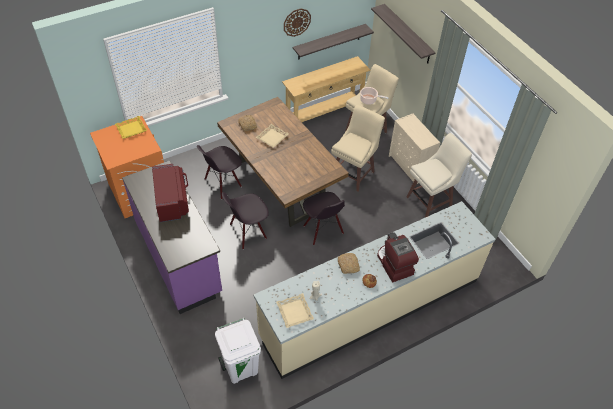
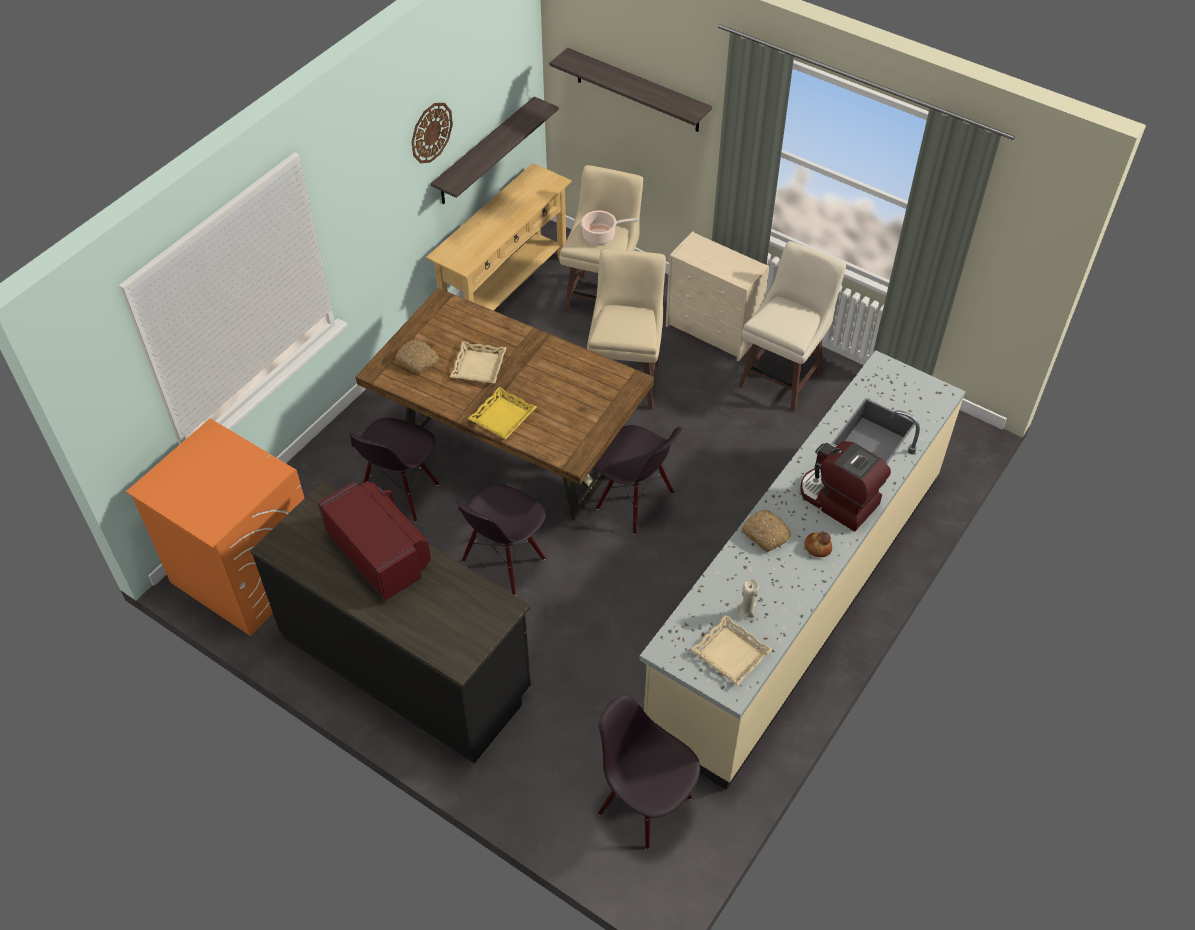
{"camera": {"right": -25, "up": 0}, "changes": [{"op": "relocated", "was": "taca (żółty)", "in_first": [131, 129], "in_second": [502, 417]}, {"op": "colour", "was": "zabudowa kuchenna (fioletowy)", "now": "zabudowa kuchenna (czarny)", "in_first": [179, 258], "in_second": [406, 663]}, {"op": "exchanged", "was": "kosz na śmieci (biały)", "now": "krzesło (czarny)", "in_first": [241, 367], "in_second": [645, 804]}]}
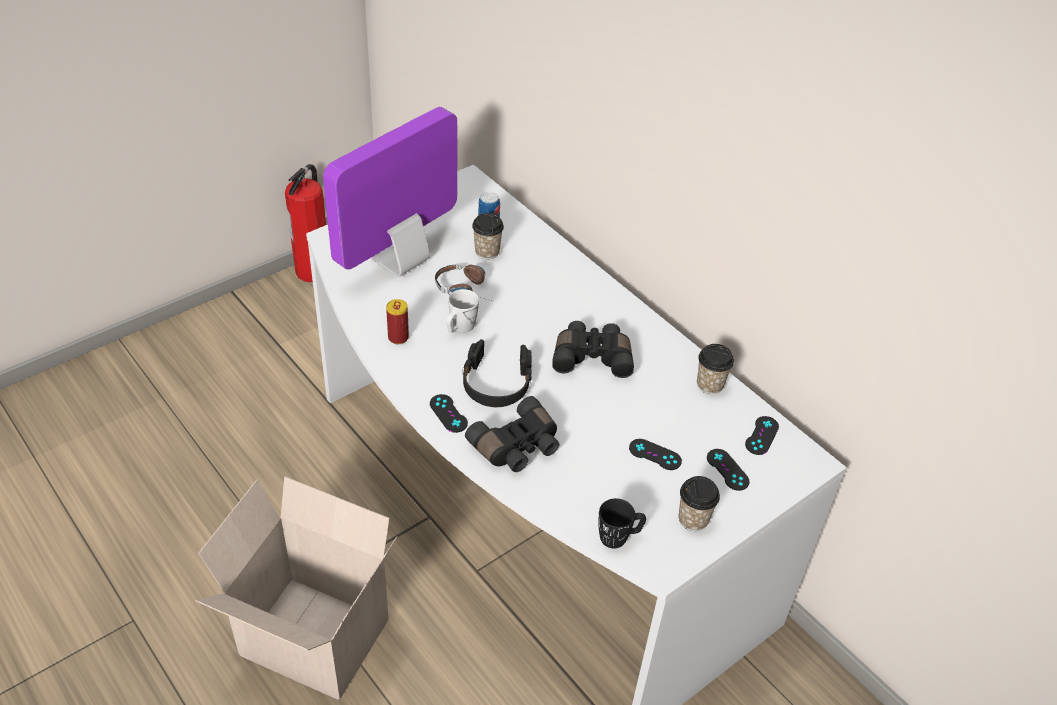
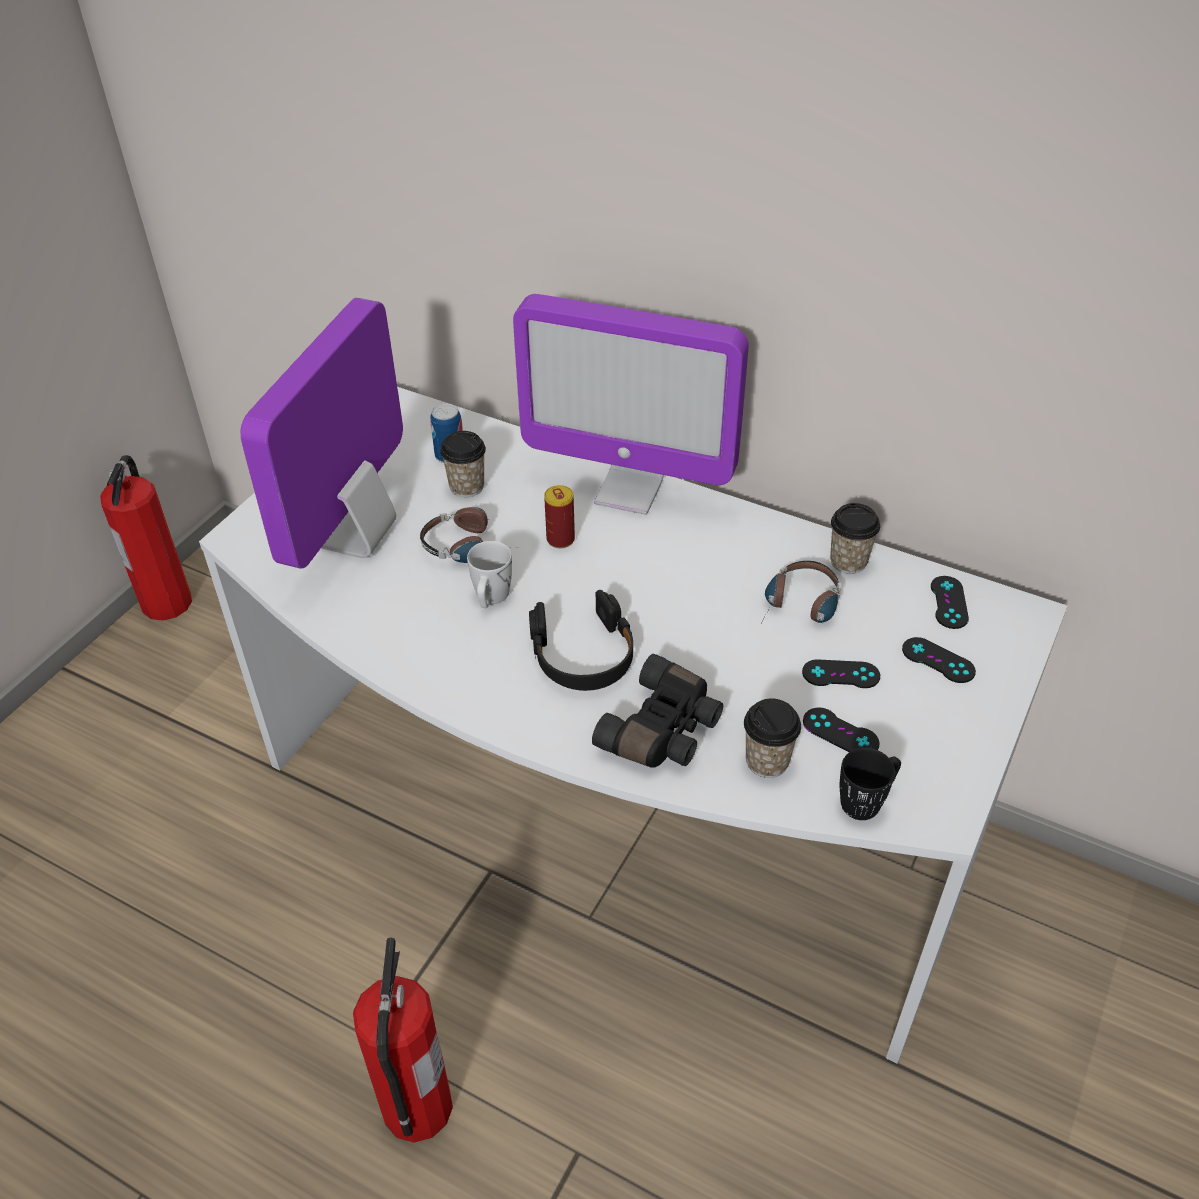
{"camera": {"right": -20, "up": 0}, "changes": [{"op": "exchanged", "was": "karton", "now": "gaśnica", "in_first": [310, 640], "in_second": [417, 1108]}, {"op": "relocated", "was": "puszka", "in_first": [398, 337], "in_second": [560, 539]}, {"op": "relocated", "was": "pad do gier (czarny)", "in_first": [448, 413], "in_second": [840, 732]}, {"op": "missing", "was": "lornetka (czarny)", "in_first": [592, 357]}, {"op": "relocated", "was": "filiżanka", "in_first": [693, 519], "in_second": [767, 761]}, {"op": "appeared", "now": "monitor", "in_second": [629, 491]}, {"op": "appeared", "now": "słuchawki", "in_second": [800, 608]}]}
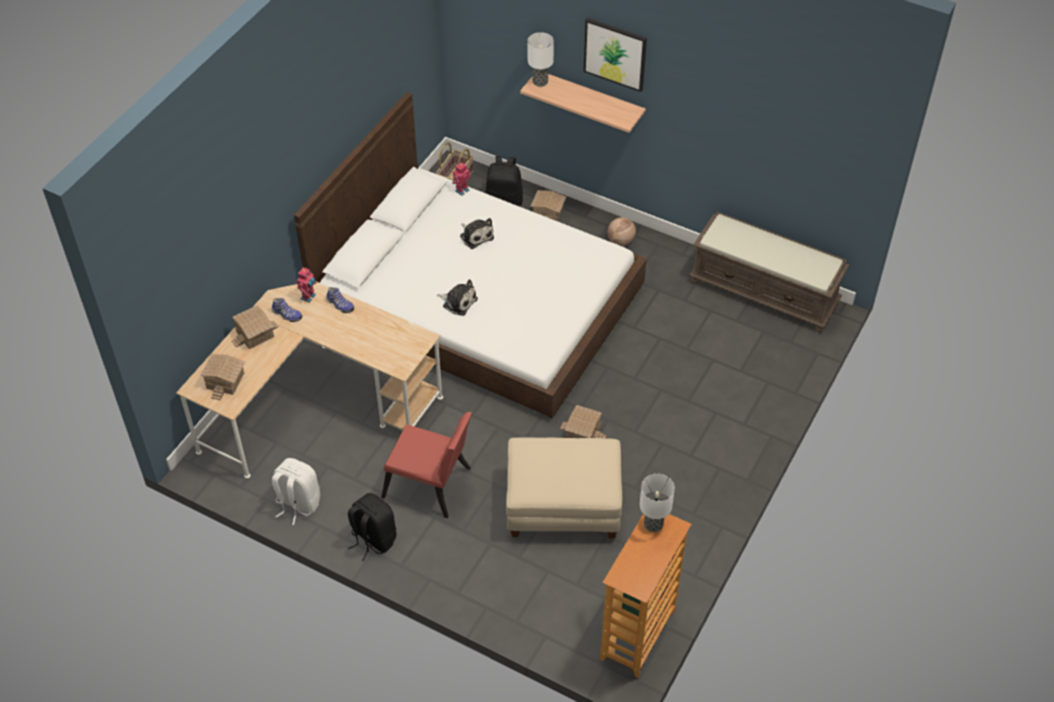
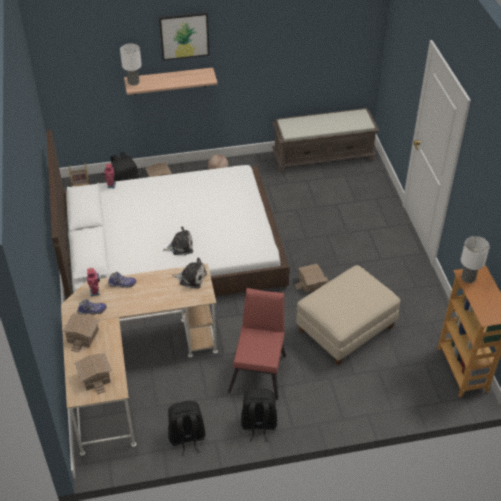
{"camera": {"right": -40, "up": -5}, "changes": [{"op": "colour", "was": "plecak (biały)", "now": "plecak (czarny)", "in_first": [297, 503], "in_second": [187, 438]}, {"op": "spun", "was": "krzesło (czerwony)", "in_first": [431, 486], "in_second": [259, 369], "clockwise": -60}, {"op": "relocated", "was": "pluszak", "in_first": [476, 236], "in_second": [191, 278]}]}
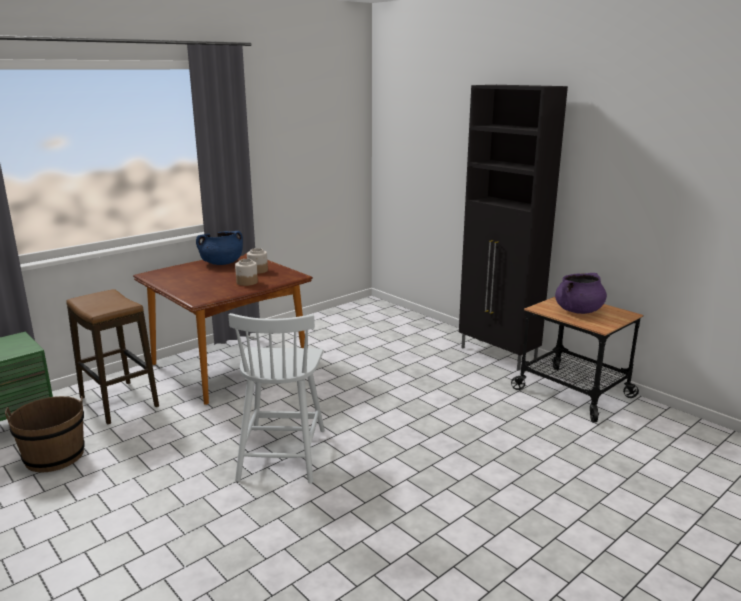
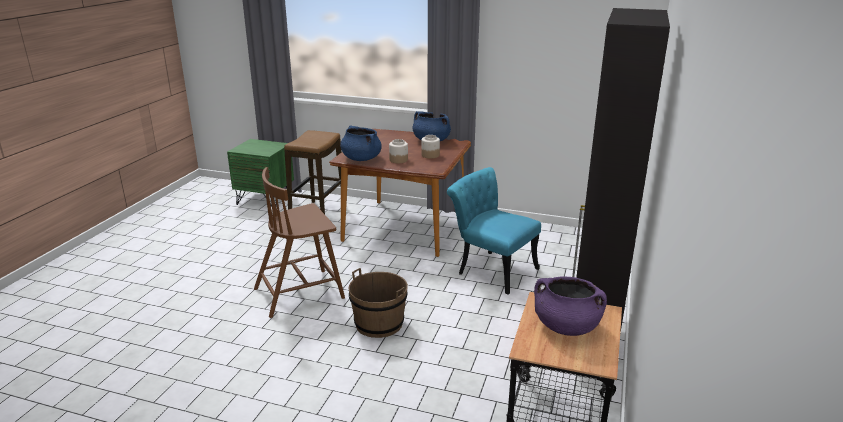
{"camera": {"right": 60, "up": 5}, "changes": [{"op": "relocated", "was": "wiadro (brązowy)", "in_first": [54, 456], "in_second": [379, 323]}, {"op": "colour", "was": "krzesło (biały)", "now": "krzesło (brązowy)", "in_first": [282, 453], "in_second": [300, 292]}, {"op": "appeared", "now": "garnek (niebieski)", "in_second": [361, 158]}, {"op": "appeared", "now": "krzesło (turkusowy)", "in_second": [490, 269]}]}
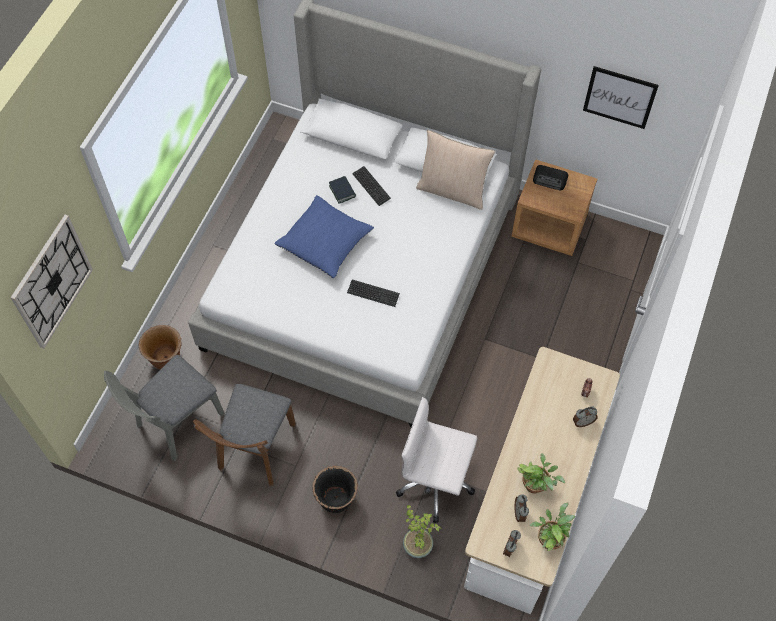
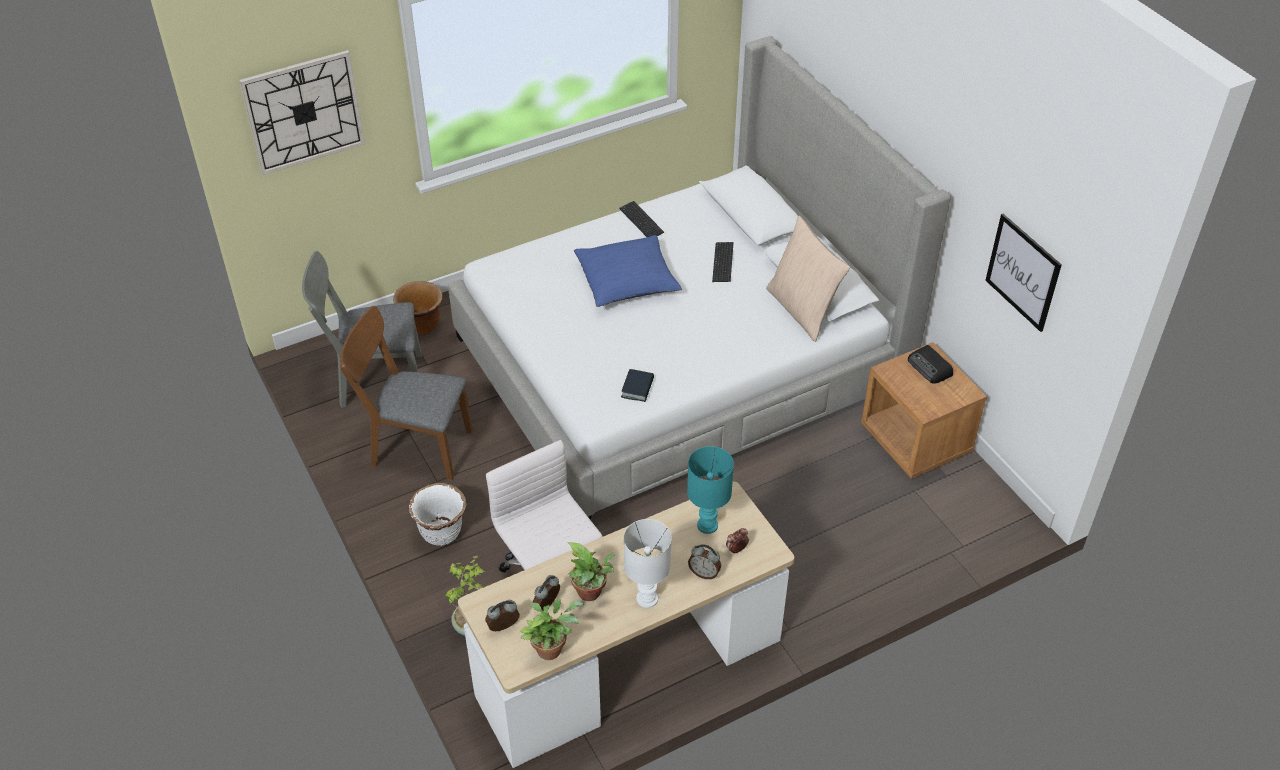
{"camera": {"right": 40, "up": -15}, "changes": [{"op": "spun", "was": "krzesło (brązowy)", "in_first": [255, 452], "in_second": [414, 446], "clockwise": 45}, {"op": "colour", "was": "donica (czarny)", "now": "donica (biały)", "in_first": [336, 499], "in_second": [441, 533]}, {"op": "relocated", "was": "książka", "in_first": [342, 191], "in_second": [637, 388]}, {"op": "relocated", "was": "klawiatura", "in_first": [373, 293], "in_second": [641, 221]}, {"op": "appeared", "now": "lampa stołowa (biały)", "in_second": [646, 599]}, {"op": "appeared", "now": "lampa stołowa (turkusowy)", "in_second": [708, 526]}]}
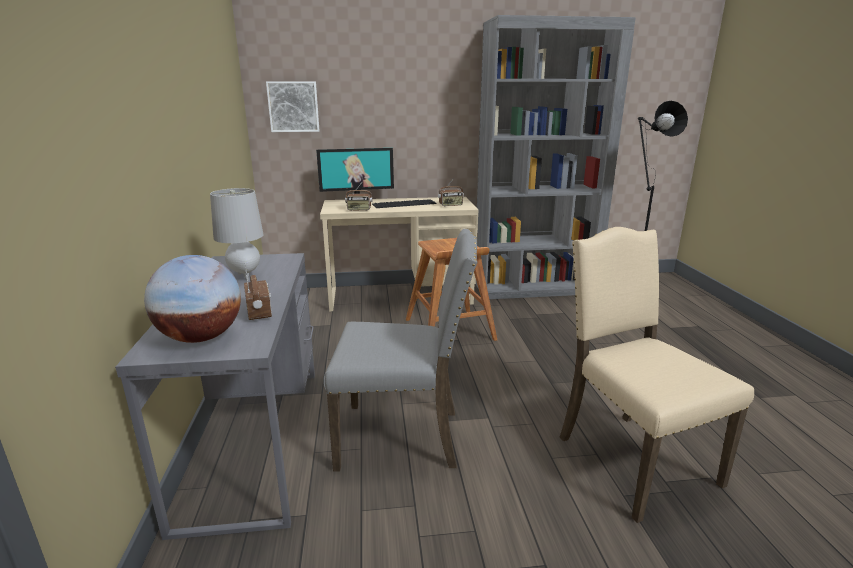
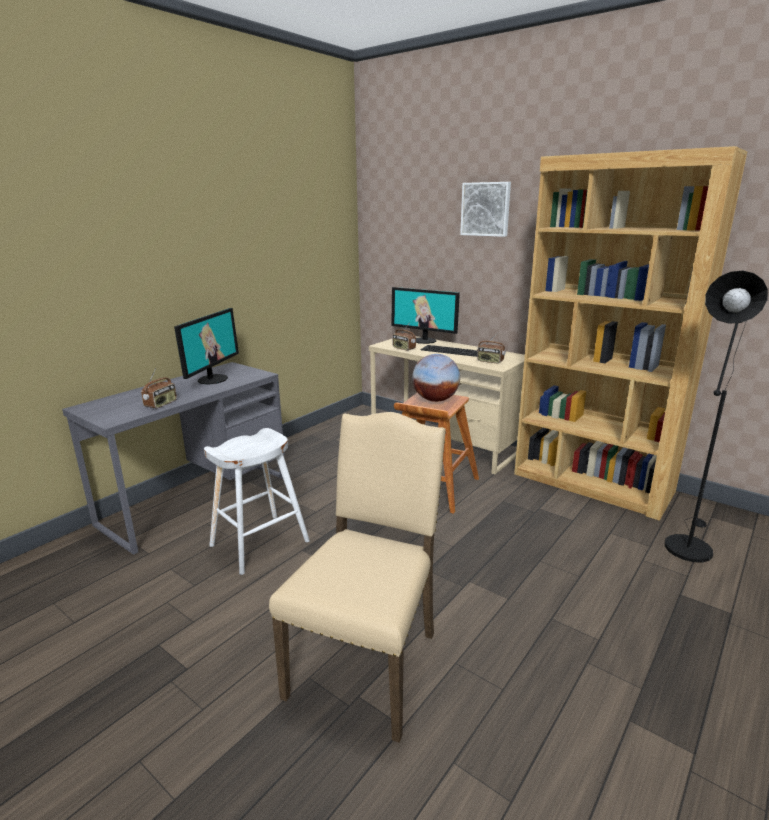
{"camera": {"right": 45, "up": 0}, "changes": [{"op": "relocated", "was": "globus", "in_first": [201, 337], "in_second": [435, 400]}, {"op": "exchanged", "was": "lampa stołowa (szary)", "now": "monitor", "in_first": [244, 275], "in_second": [212, 379]}, {"op": "relocated", "was": "obraz", "in_first": [293, 107], "in_second": [486, 209]}, {"op": "exchanged", "was": "krzesło (szary)", "now": "stołek (biały)", "in_first": [403, 436], "in_second": [260, 543]}, {"op": "colour", "was": "regał (szary)", "now": "regał (brązowy)", "in_first": [534, 288], "in_second": [592, 483]}]}
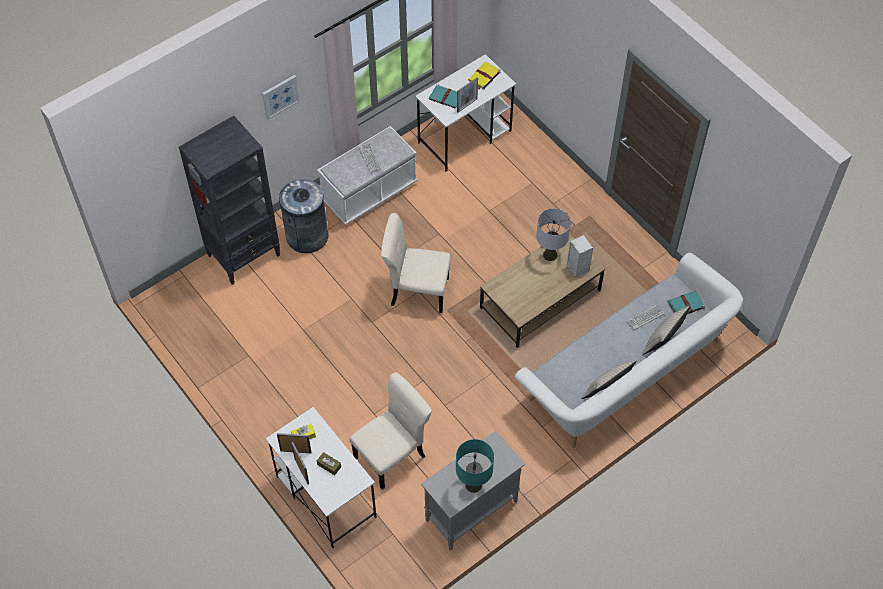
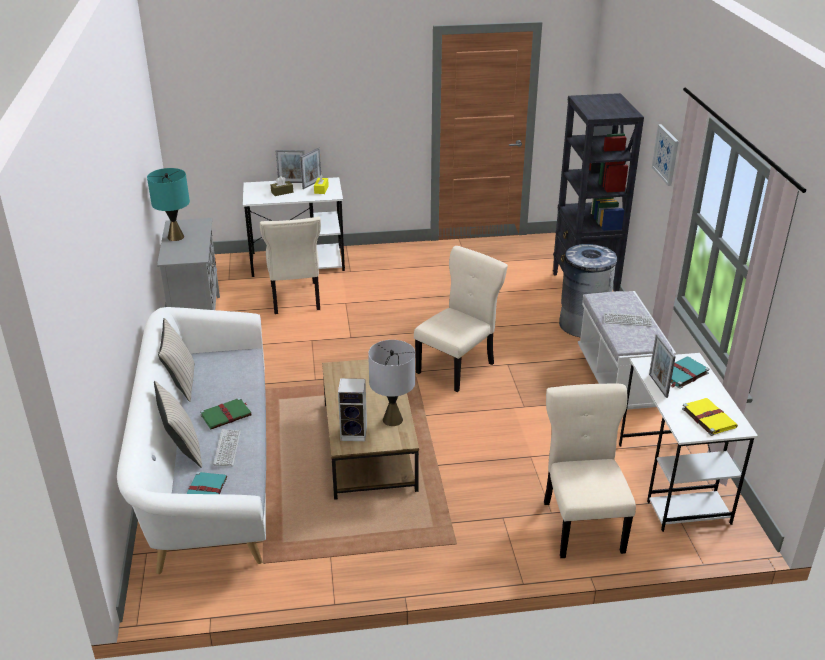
{"camera": {"right": 120, "up": -25}, "changes": [{"op": "appeared", "now": "książka (zielony)", "in_second": [226, 415]}, {"op": "appeared", "now": "krzesło (beżowy)", "in_second": [582, 524]}]}
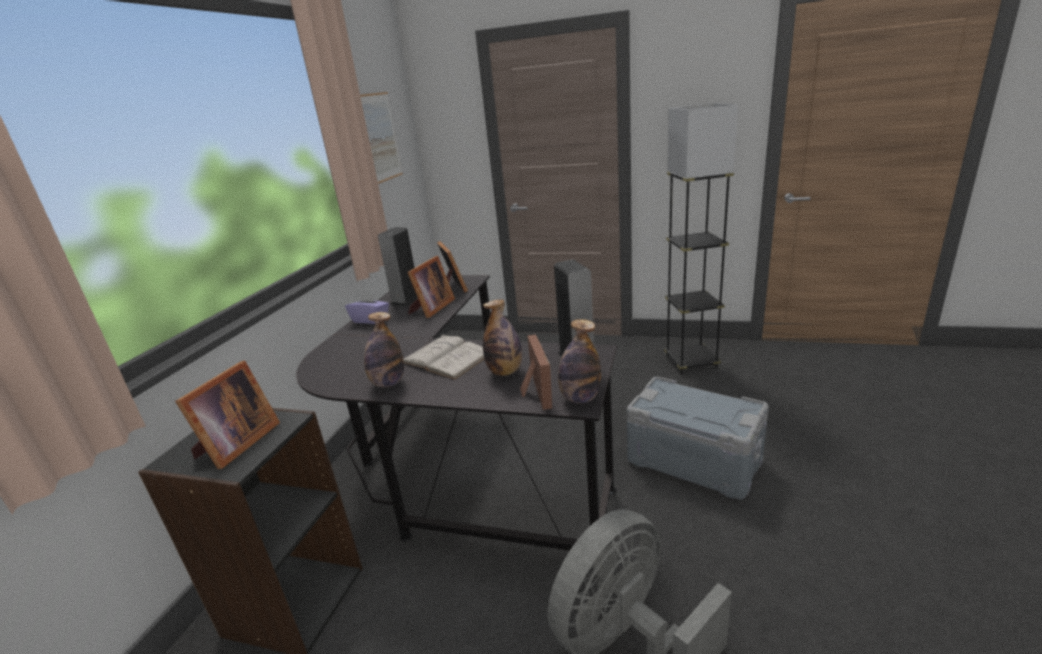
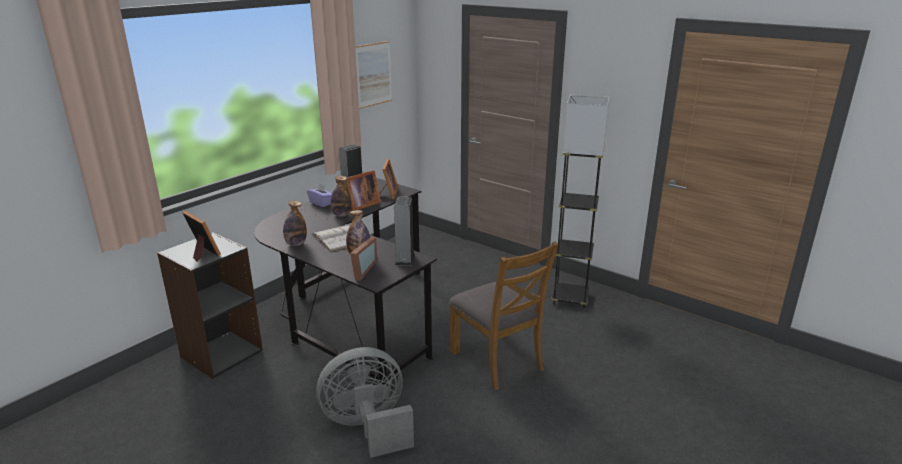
{"camera": {"right": 20, "up": 0}, "changes": [{"op": "spun", "was": "ramka na zdjęcie", "in_first": [236, 445], "in_second": [202, 253], "clockwise": -90}, {"op": "relocated", "was": "butelka", "in_first": [580, 398], "in_second": [341, 215]}, {"op": "exchanged", "was": "pojemnik do przechowywania (szary)", "now": "krzesło (brązowy)", "in_first": [693, 461], "in_second": [497, 360]}]}
